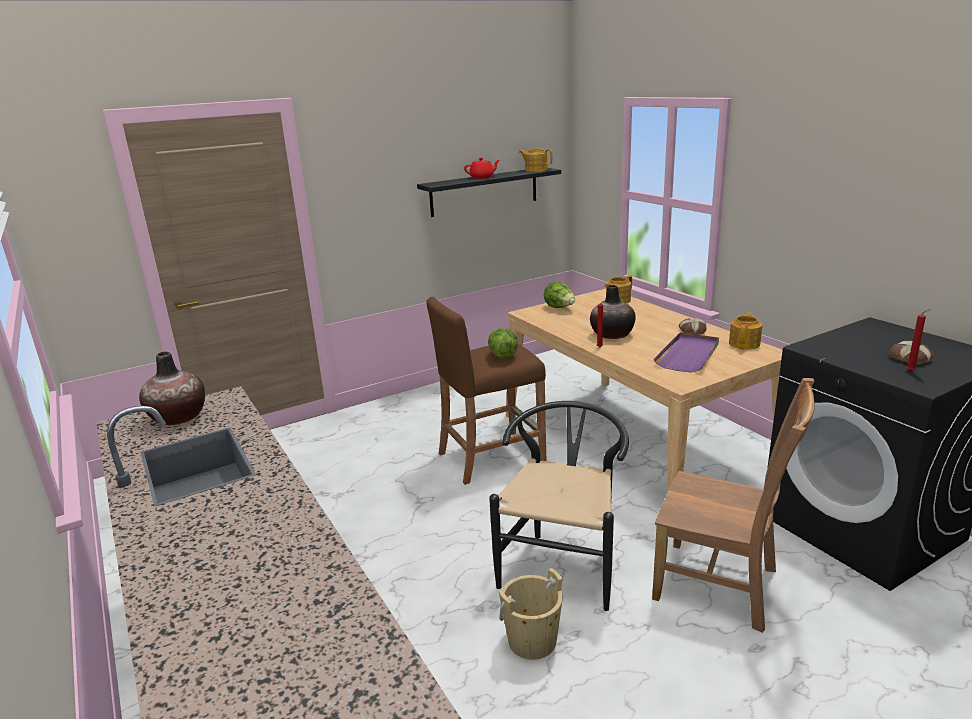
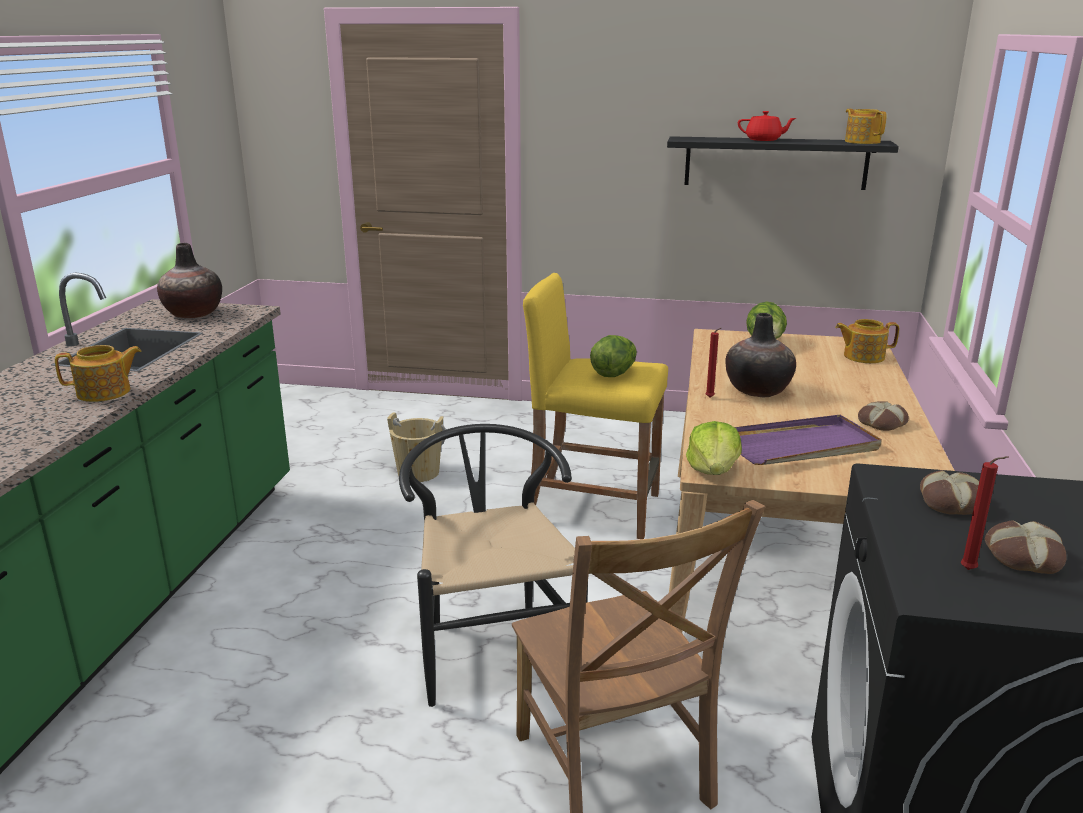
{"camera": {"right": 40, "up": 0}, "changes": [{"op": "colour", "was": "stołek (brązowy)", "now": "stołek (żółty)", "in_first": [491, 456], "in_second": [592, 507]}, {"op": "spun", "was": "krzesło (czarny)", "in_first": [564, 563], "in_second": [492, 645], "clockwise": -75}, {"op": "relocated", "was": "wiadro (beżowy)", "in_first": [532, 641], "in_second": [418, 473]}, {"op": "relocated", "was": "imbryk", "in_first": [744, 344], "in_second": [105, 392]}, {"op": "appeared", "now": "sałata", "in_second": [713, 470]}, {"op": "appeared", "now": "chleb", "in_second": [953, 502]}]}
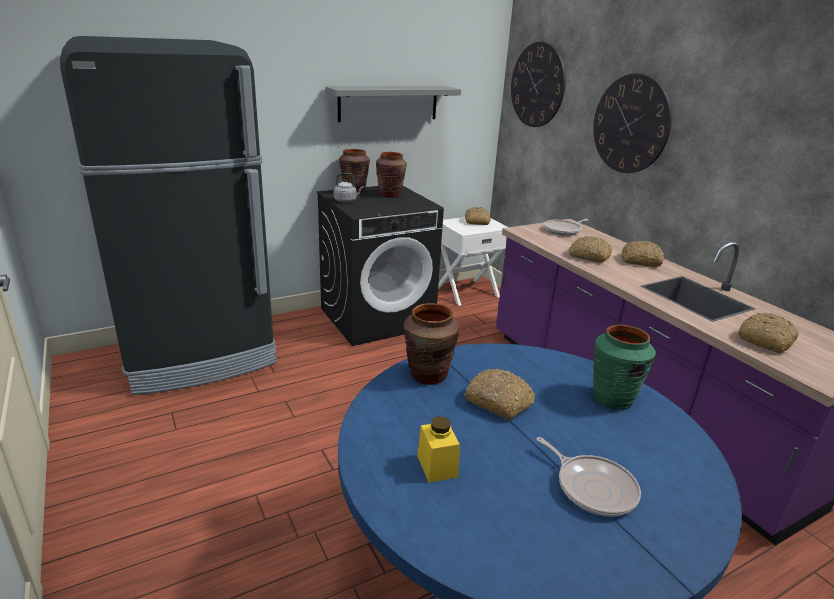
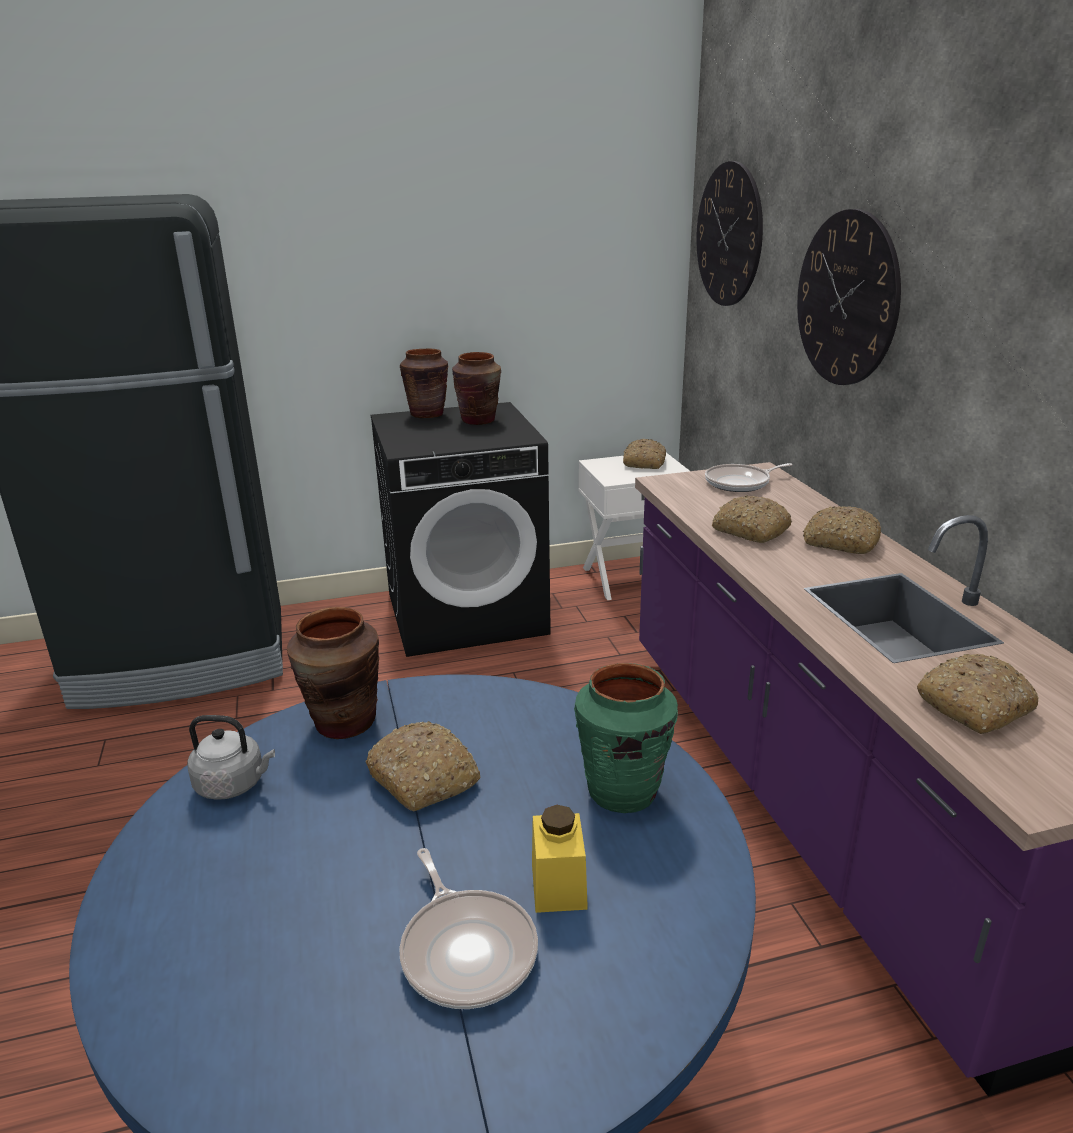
{"camera": {"right": 15, "up": 0}, "changes": [{"op": "missing", "was": "półka (szary)", "in_first": [388, 103]}, {"op": "relocated", "was": "czajnik (szary)", "in_first": [346, 201], "in_second": [234, 784]}, {"op": "relocated", "was": "słoik (żółty)", "in_first": [437, 466], "in_second": [558, 886]}]}
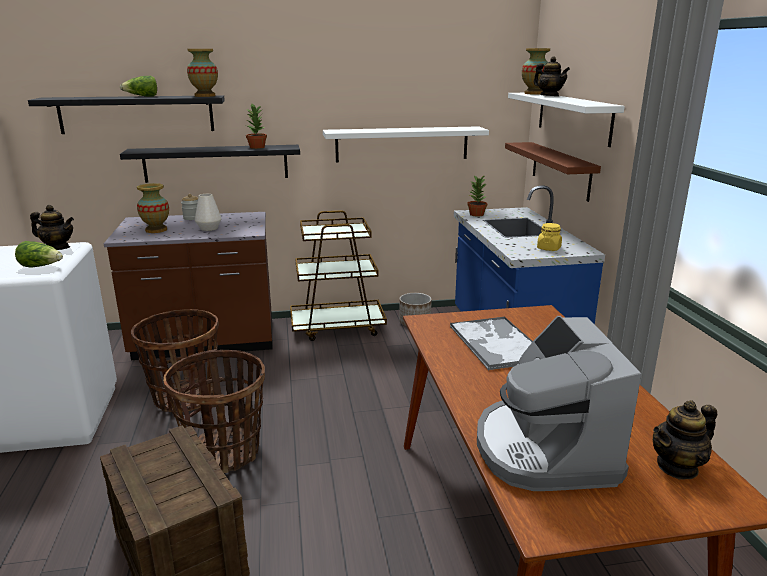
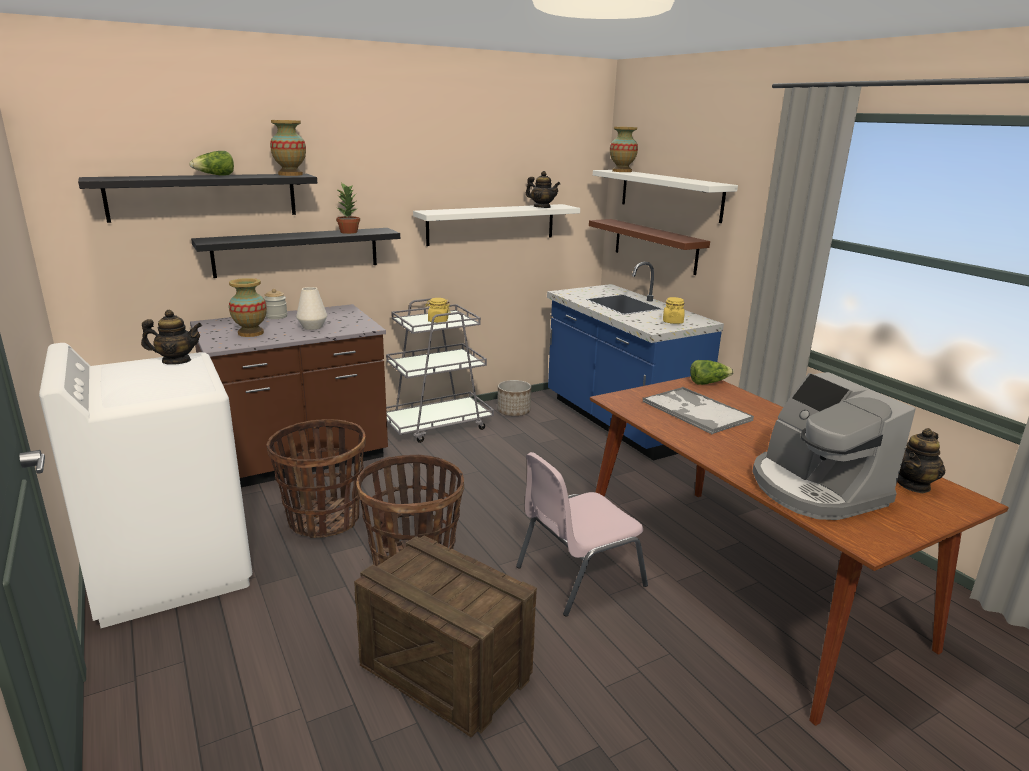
{"camera": {"right": -20, "up": 0}, "changes": [{"op": "relocated", "was": "sałata", "in_first": [41, 266], "in_second": [708, 383]}, {"op": "colour", "was": "wózek (brązowy)", "now": "wózek (szary)", "in_first": [338, 327], "in_second": [437, 425]}, {"op": "missing", "was": "roślina doniczkowa", "in_first": [477, 214]}, {"op": "relocated", "was": "imbryk", "in_first": [549, 96], "in_second": [542, 207]}, {"op": "appeared", "now": "słoik (żółty)", "in_second": [438, 321]}, {"op": "appeared", "now": "krzesło (różowy)", "in_second": [577, 576]}]}
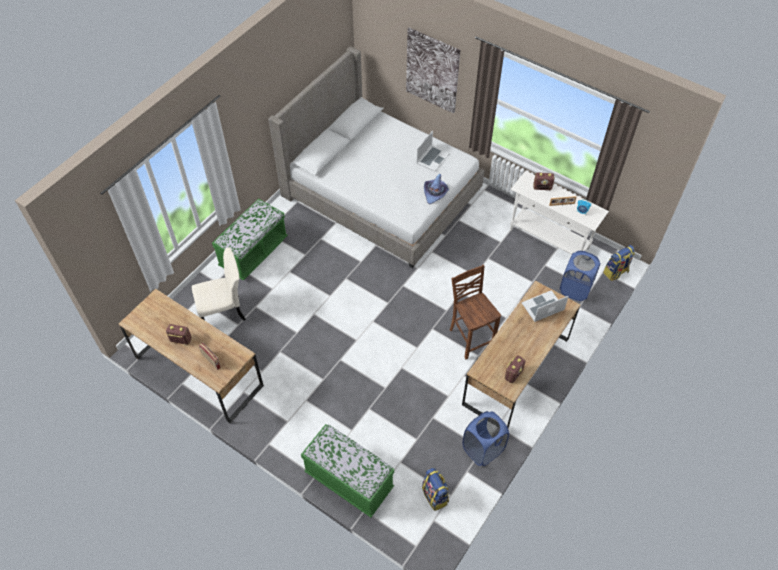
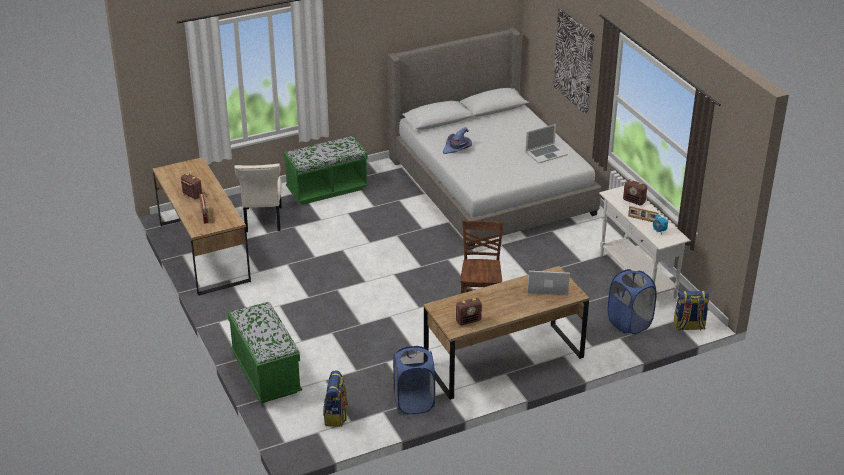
{"camera": {"right": 30, "up": -20}, "changes": [{"op": "spun", "was": "krzesło (beżowy)", "in_first": [224, 312], "in_second": [263, 221], "clockwise": 75}, {"op": "relocated", "was": "kapelusz (fioletowy)", "in_first": [435, 193], "in_second": [457, 148]}]}
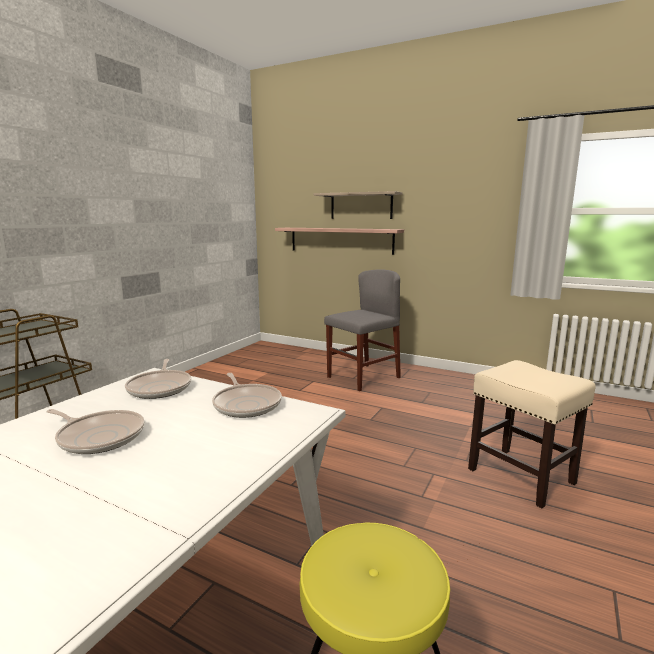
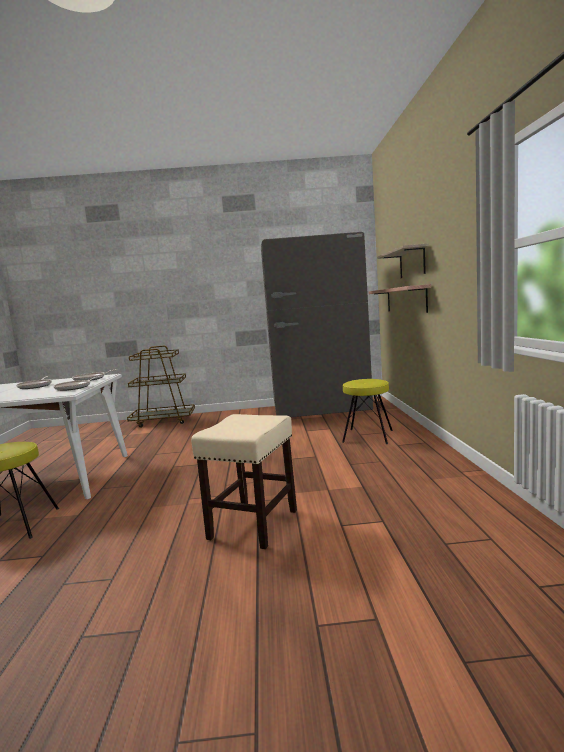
{"camera": {"right": 60, "up": -5}, "changes": [{"op": "exchanged", "was": "krzesło (szary)", "now": "stołek (żółty)", "in_first": [363, 377], "in_second": [368, 436]}, {"op": "appeared", "now": "lodówka (szary)", "in_second": [320, 410]}]}
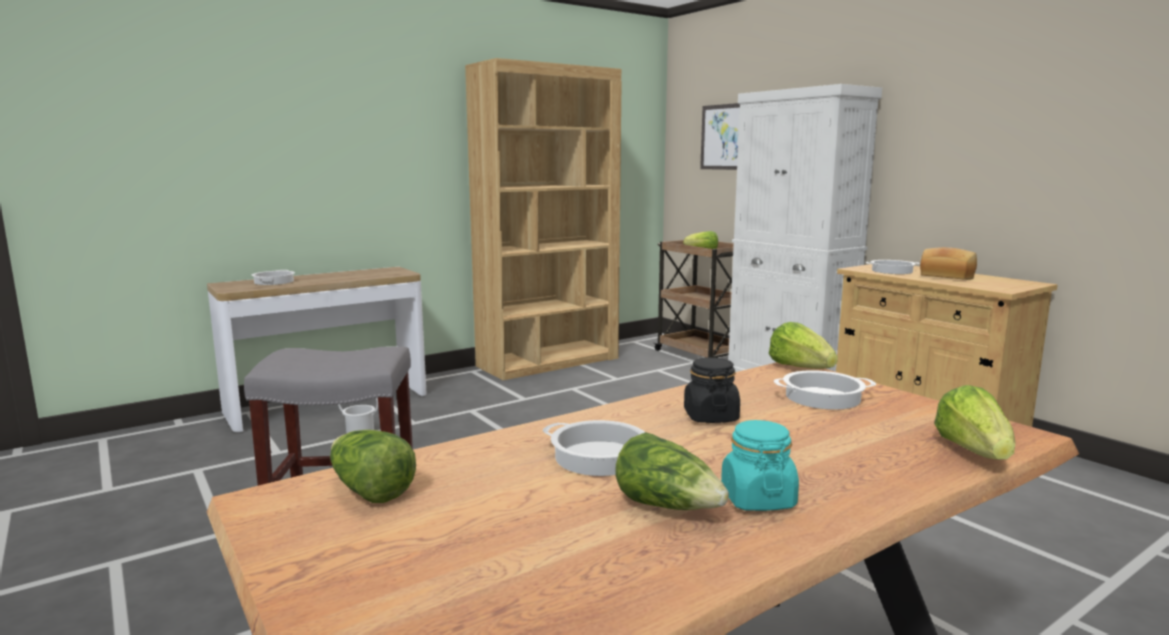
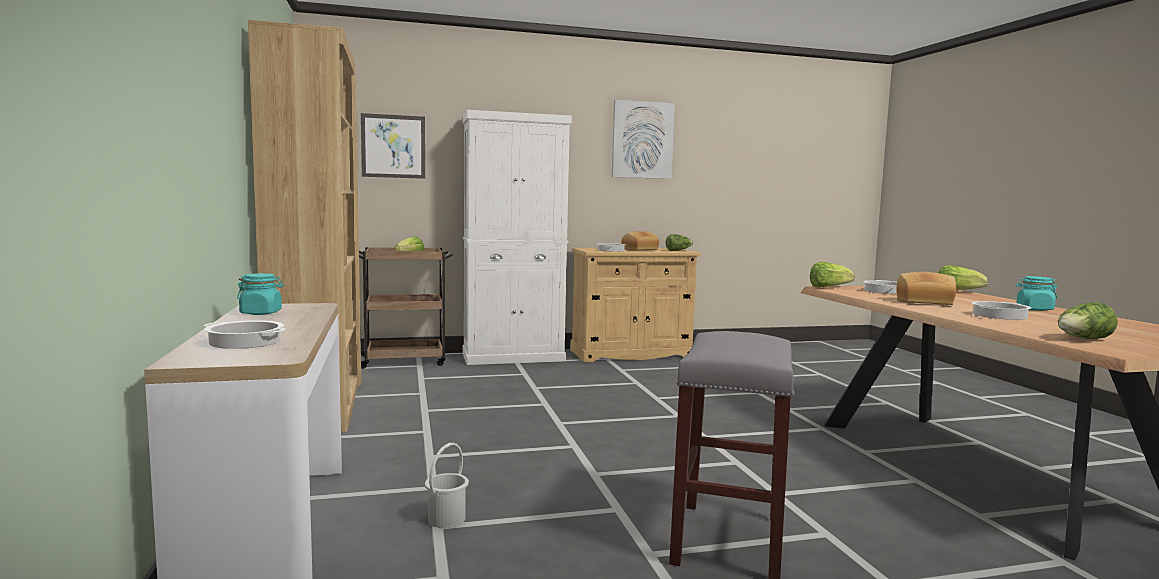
{"camera": {"right": -70, "up": -5}, "changes": [{"op": "relocated", "was": "sałata", "in_first": [668, 506], "in_second": [678, 250]}, {"op": "exchanged", "was": "słoik (czarny)", "now": "chleb", "in_first": [710, 417], "in_second": [924, 302]}, {"op": "appeared", "now": "słoik (turkusowy)", "in_second": [261, 313]}, {"op": "appeared", "now": "obraz", "in_second": [642, 140]}]}
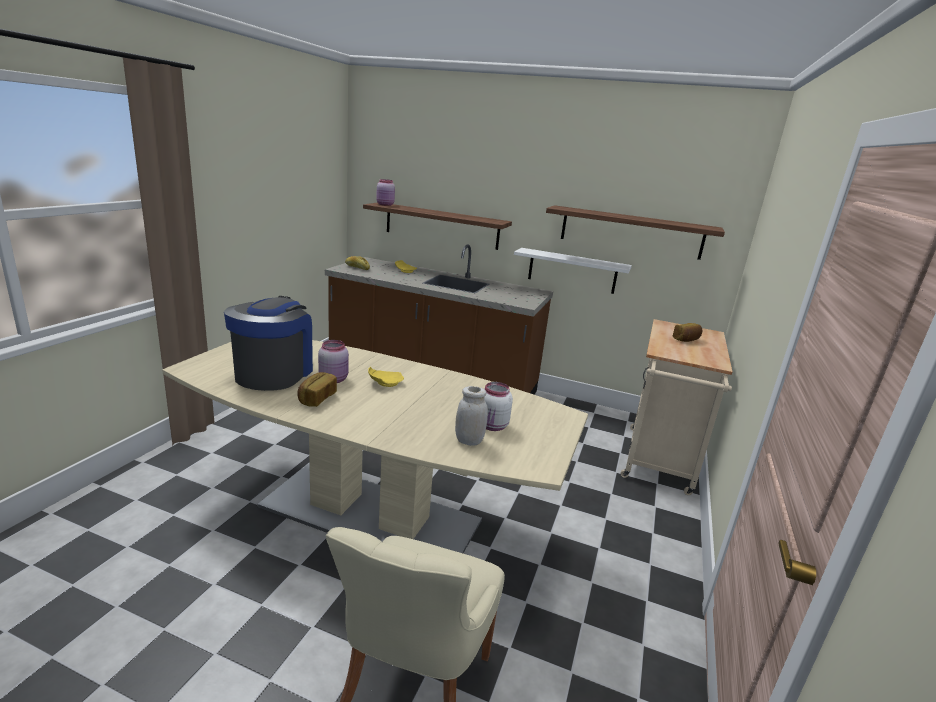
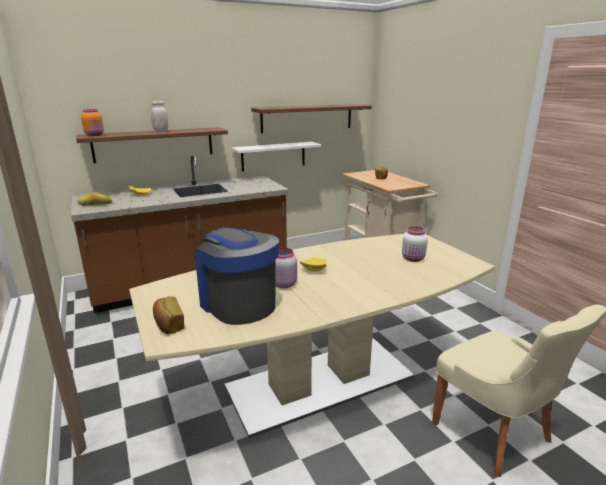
{"camera": {"right": -45, "up": 0}, "changes": [{"op": "relocated", "was": "chleb", "in_first": [316, 398], "in_second": [168, 324]}, {"op": "colour", "was": "słoik (różowy)", "now": "słoik (pomarańczowy)", "in_first": [385, 205], "in_second": [95, 135]}, {"op": "relocated", "was": "słoik (biały)", "in_first": [469, 441], "in_second": [161, 131]}]}
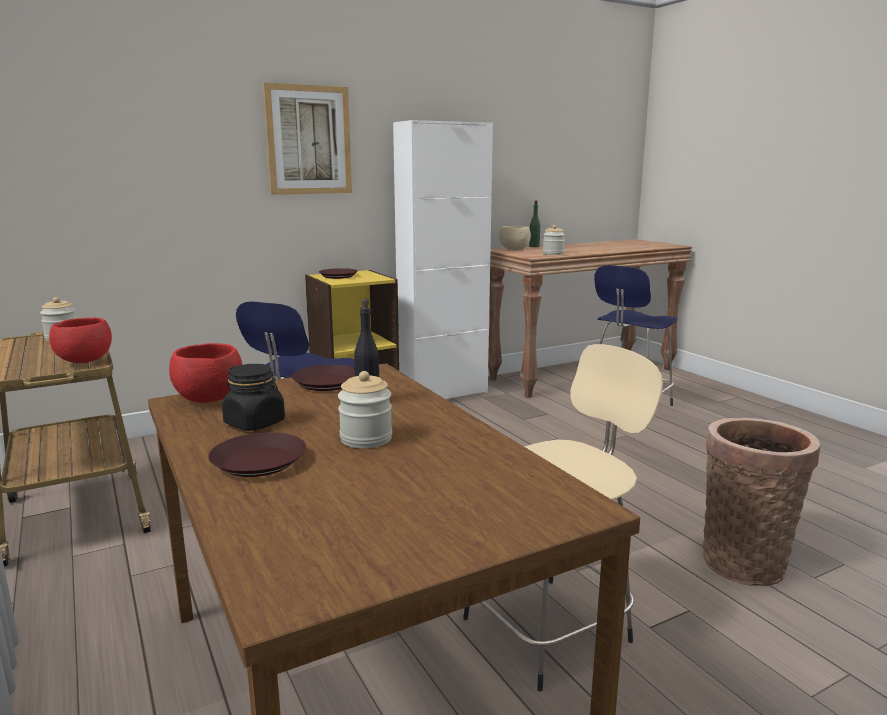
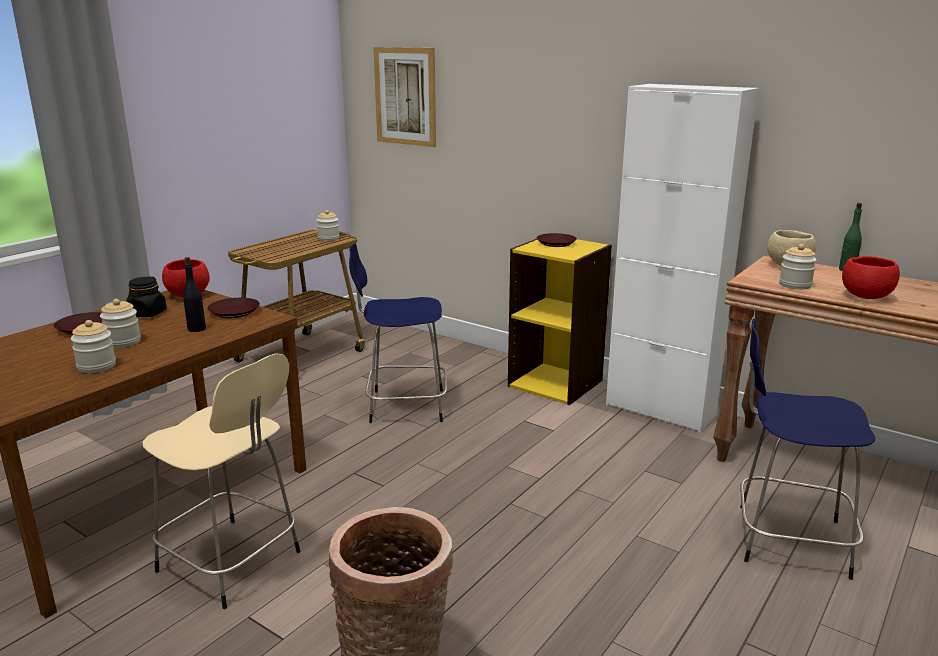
{"camera": {"right": 65, "up": 5}, "changes": [{"op": "relocated", "was": "miska (czerwony)", "in_first": [84, 361], "in_second": [866, 297]}, {"op": "relocated", "was": "obraz", "in_first": [309, 140], "in_second": [405, 96]}, {"op": "appeared", "now": "słoik", "in_second": [96, 366]}]}
